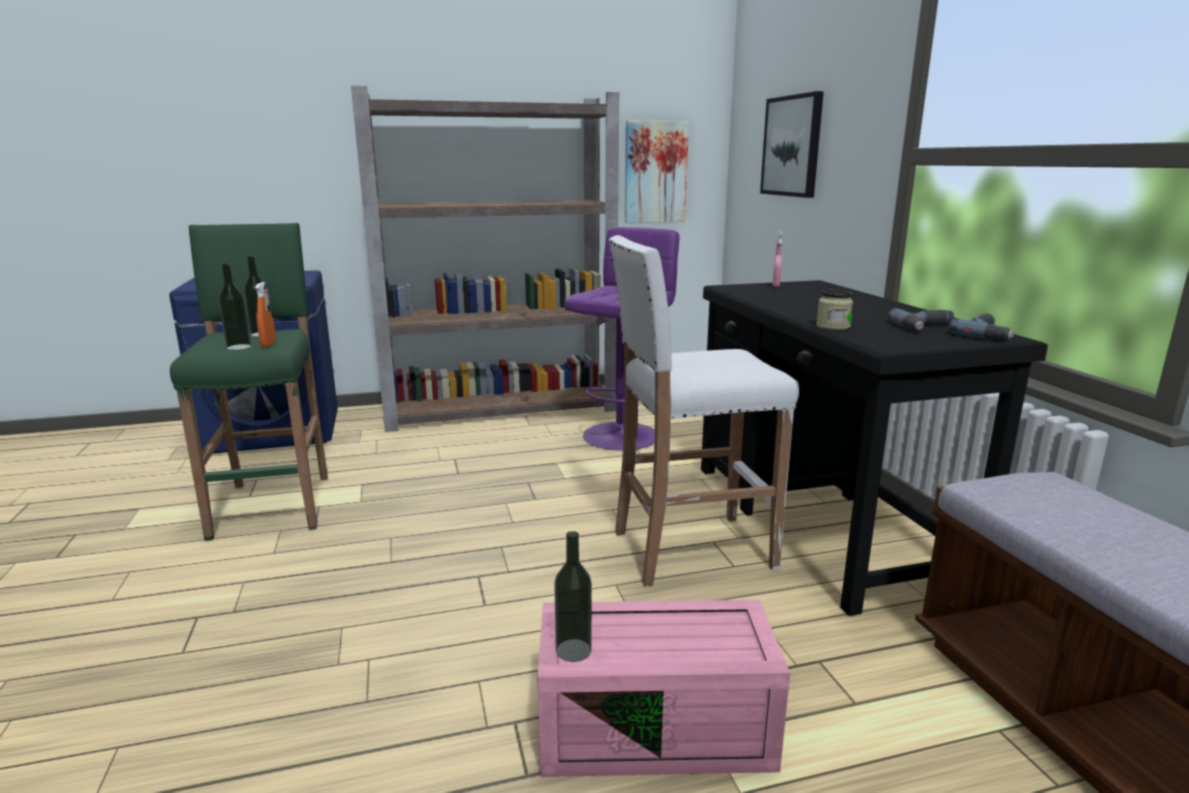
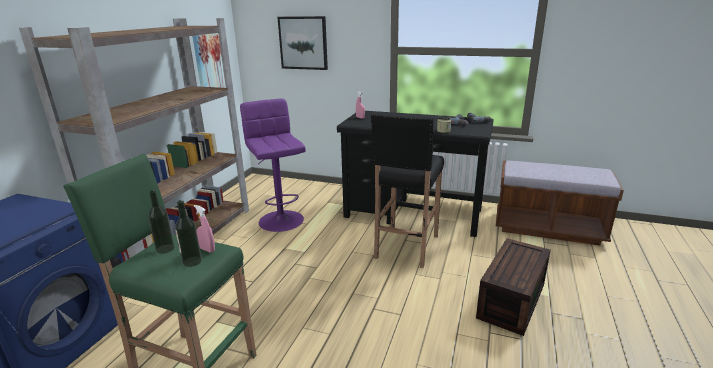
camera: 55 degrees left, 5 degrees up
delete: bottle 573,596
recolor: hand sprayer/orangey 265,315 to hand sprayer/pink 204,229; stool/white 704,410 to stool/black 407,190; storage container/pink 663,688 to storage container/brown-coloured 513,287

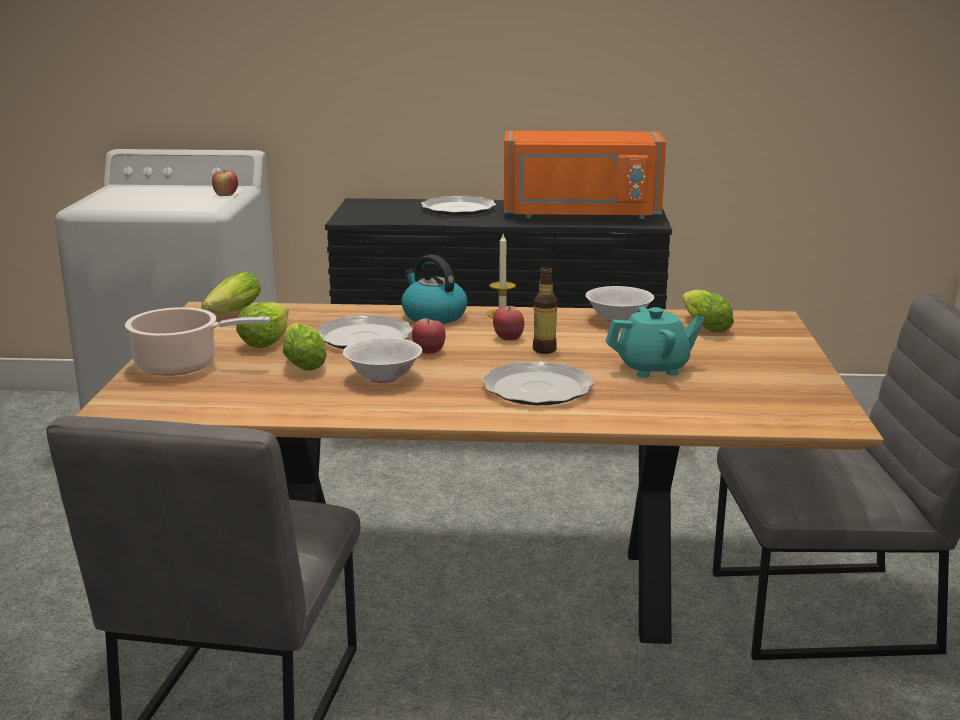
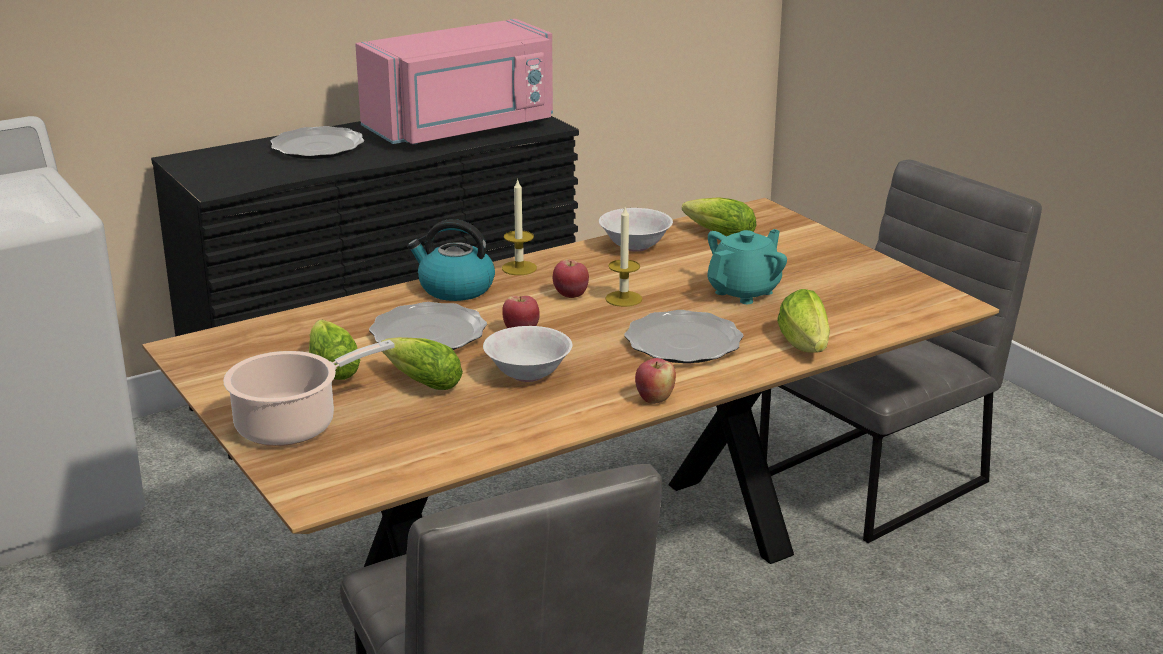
camera: 35 degrees left, 5 degrees up
move: whole apple 225,183 to 655,381; lettuce head 231,292 to 803,321
replace: bottle 545,310 to wax light 623,257
recolor: kitchen microwave/orangey 585,175 to kitchen microwave/pink 454,82

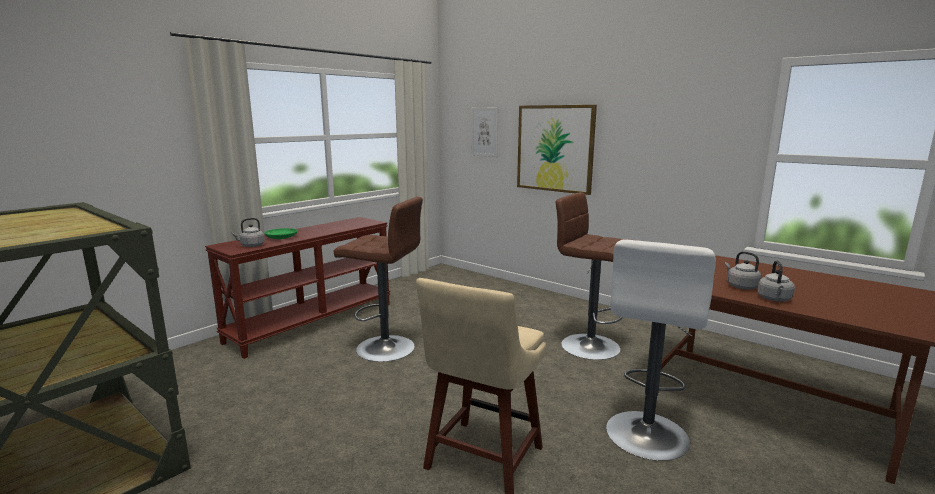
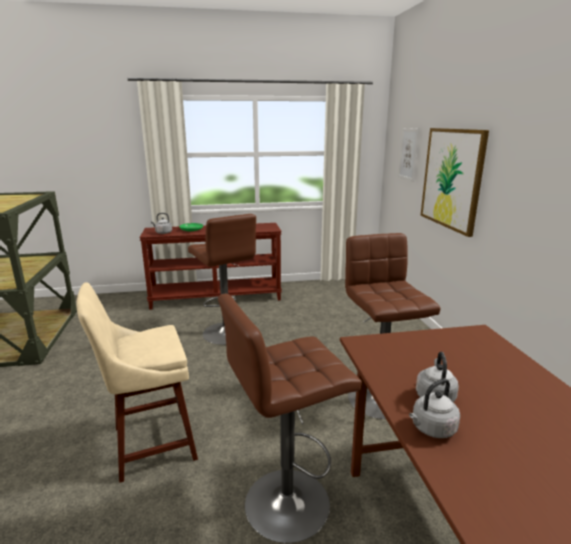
camera: 40 degrees right, 5 degrees up
recolor: stool/white 661,350 to stool/brown-coloured 290,418

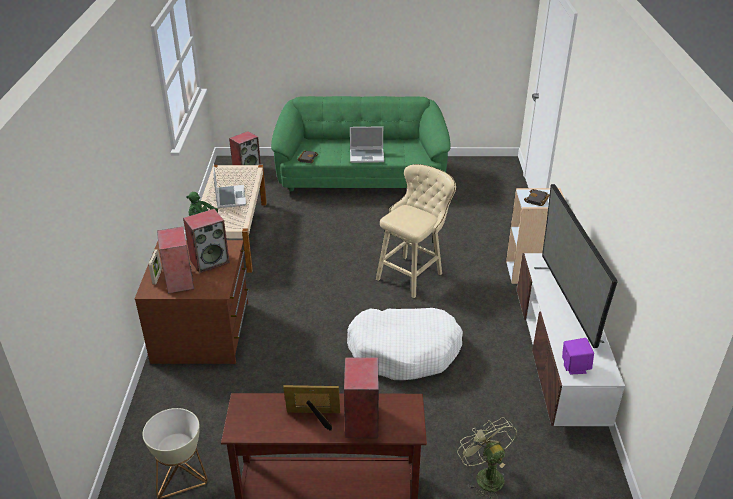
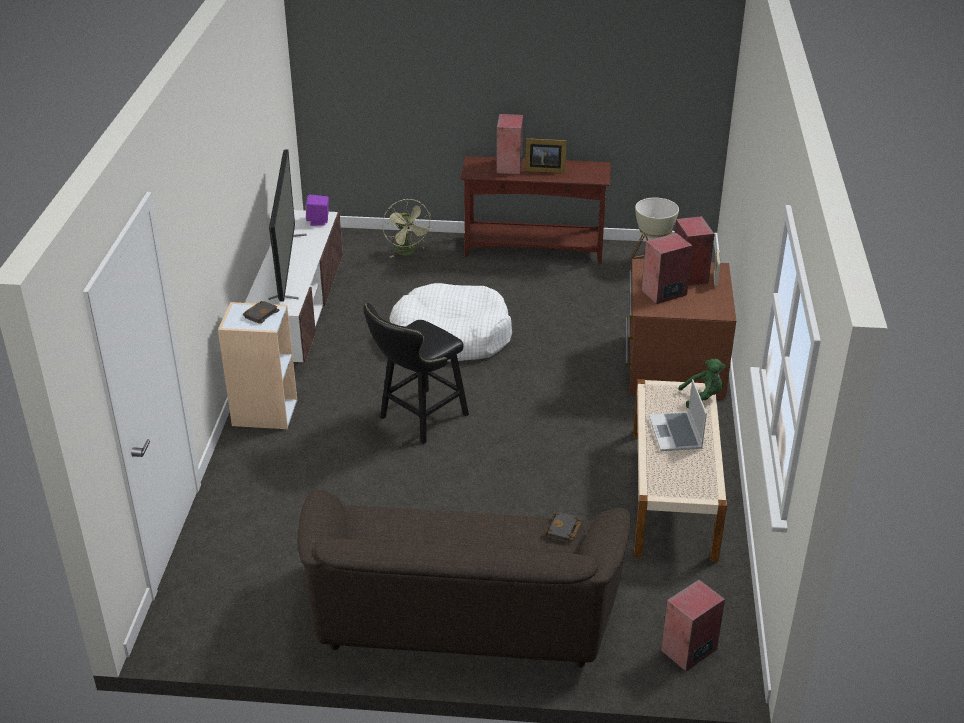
camera: 175 degrees left, 0 degrees up
delete: laptop 367,144
recolor: couch/green 361,143 to couch/brown-coloured 463,578; stool/beige-coloured 416,231 to stool/black 416,373

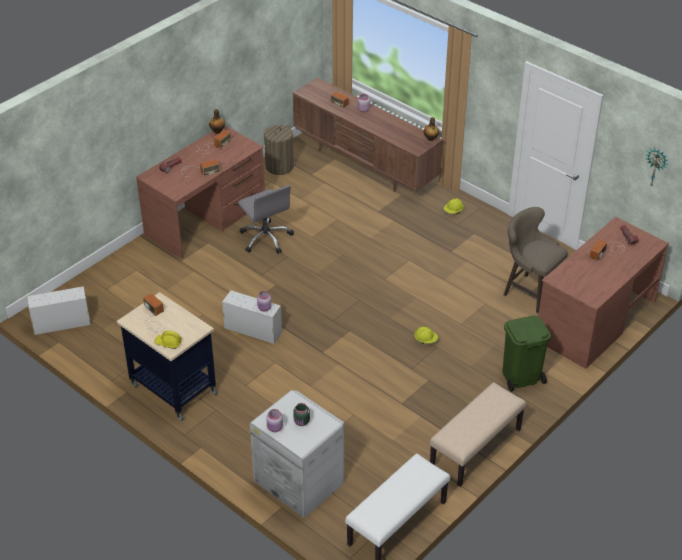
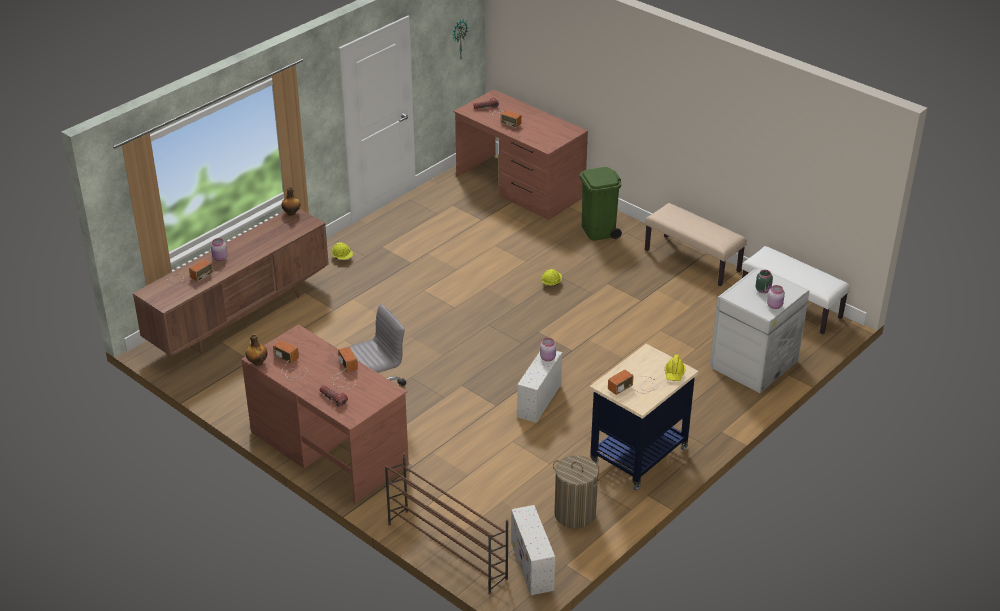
camera: 90 degrees left, 5 degrees down
delete: stool/beige-coloured 536,260
insert: shoe shelf/brown-coloured 446,523
move: hamper 279,150 to 576,491

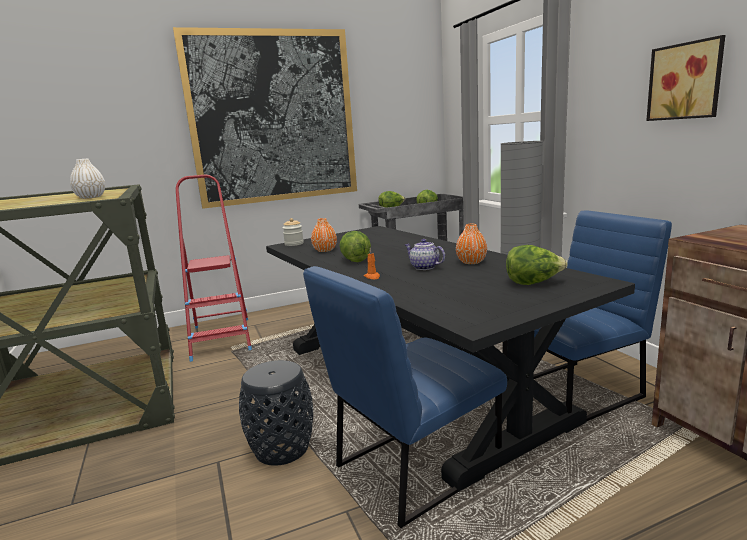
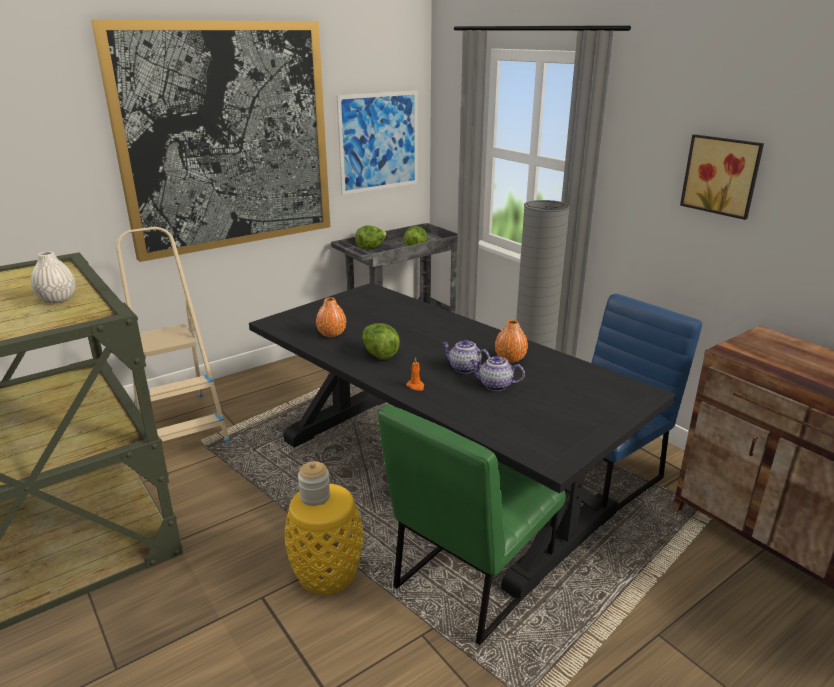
camera: 15 degrees left, 10 degrees up
delete: lettuce head 536,265
insert: wall picture 377,143; tea pot 497,373
move: preserve jar 293,232 to 314,483
recolor: stepladder/reddish 214,268 to stepladder/beige-coloured 173,335; stool/black 276,413 to stool/yellowish 324,539; chair/blue-coloured 405,397 to chair/green 472,525

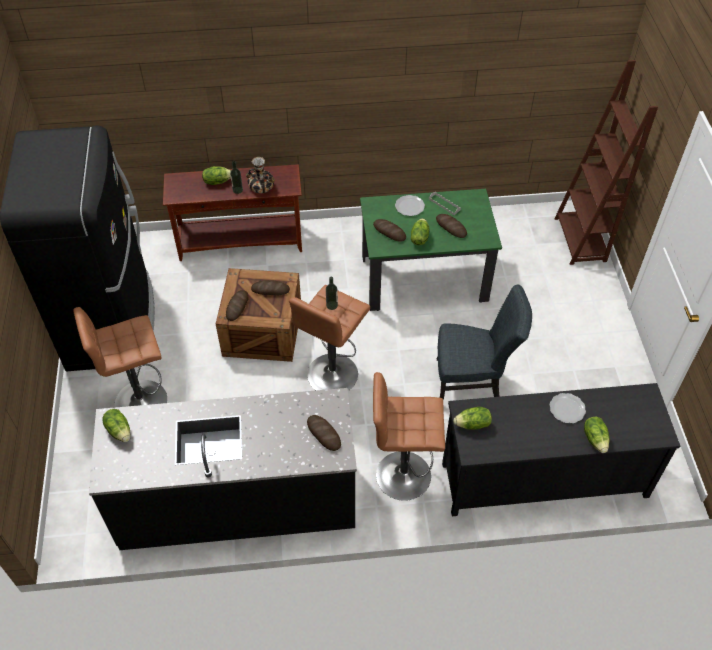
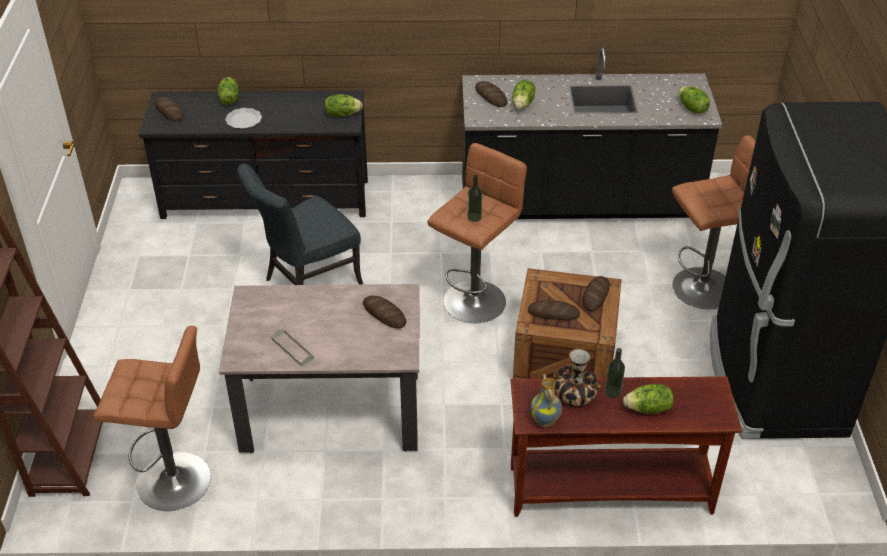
camera: 175 degrees left, 10 degrees down
delete: flat dish 410,205
insert: flower vase 546,400
move: stool/brown-coloured 409,436 to 152,418; bread 451,226 to 169,109; lettuce head 420,231 to 524,94
recolor: dining table/green 431,250 to dining table/beige-coloured 319,368
rotate: chair/grey 484,342 = 300,224 45 degrees counterclockwise

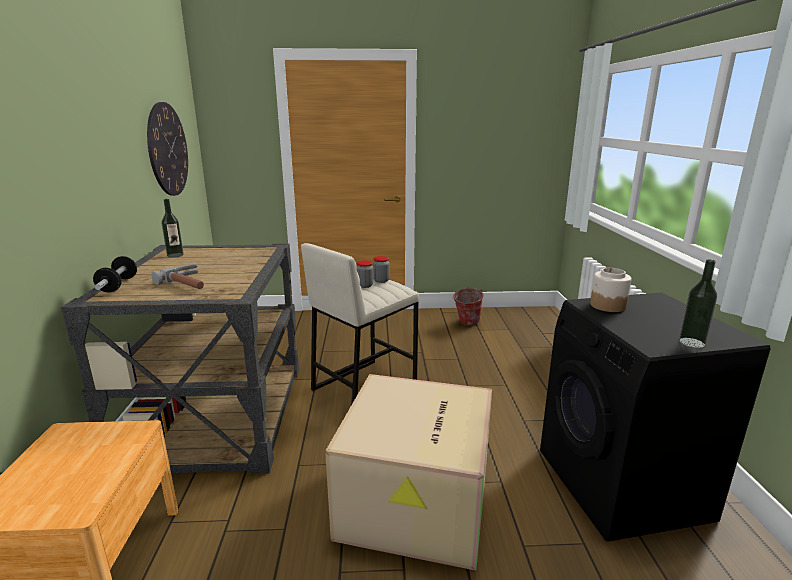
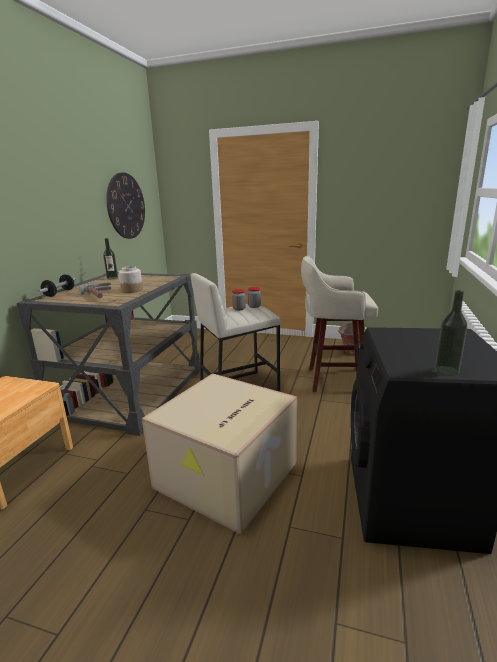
camera: 20 degrees right, 0 degrees up
insert: stool/beige-coloured 339,324
move: preserve jar 611,290 to 130,279

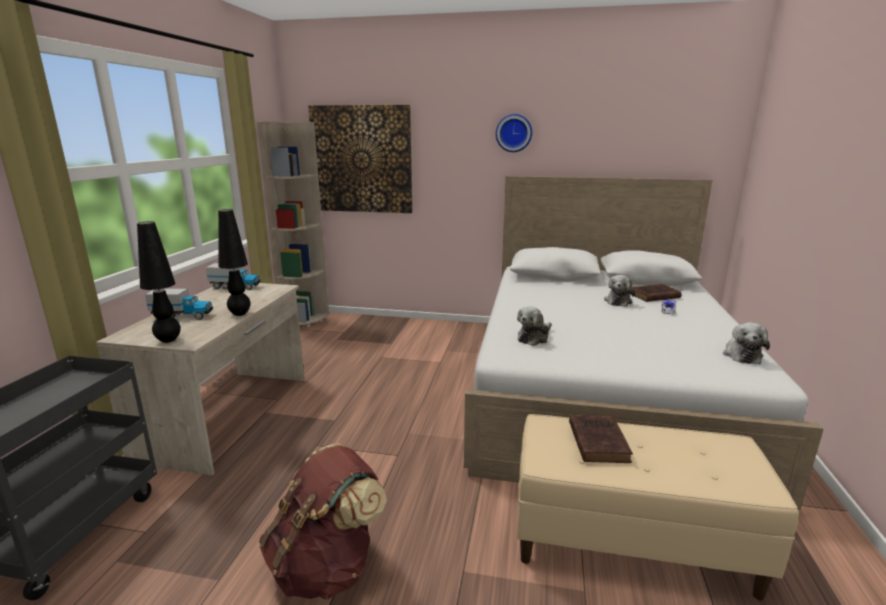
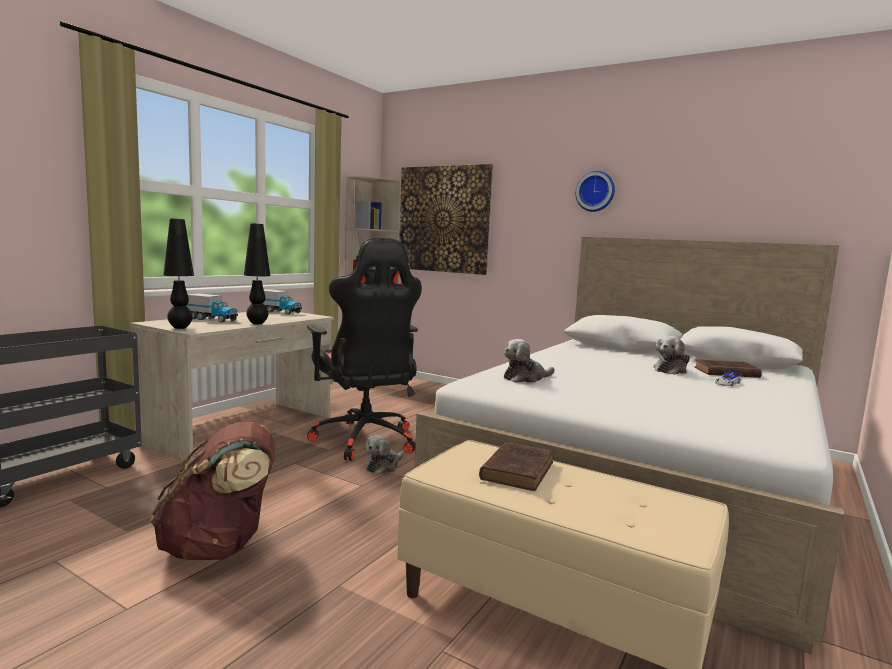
camera: 20 degrees right, 10 degrees down
insert: office chair/black 364,349
move: plush toy 746,343 to 384,455

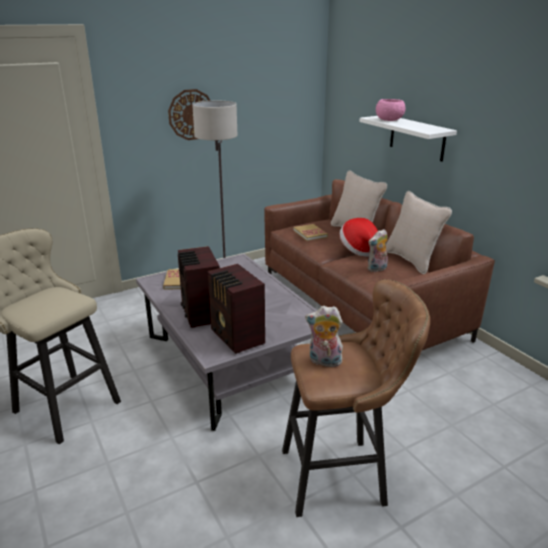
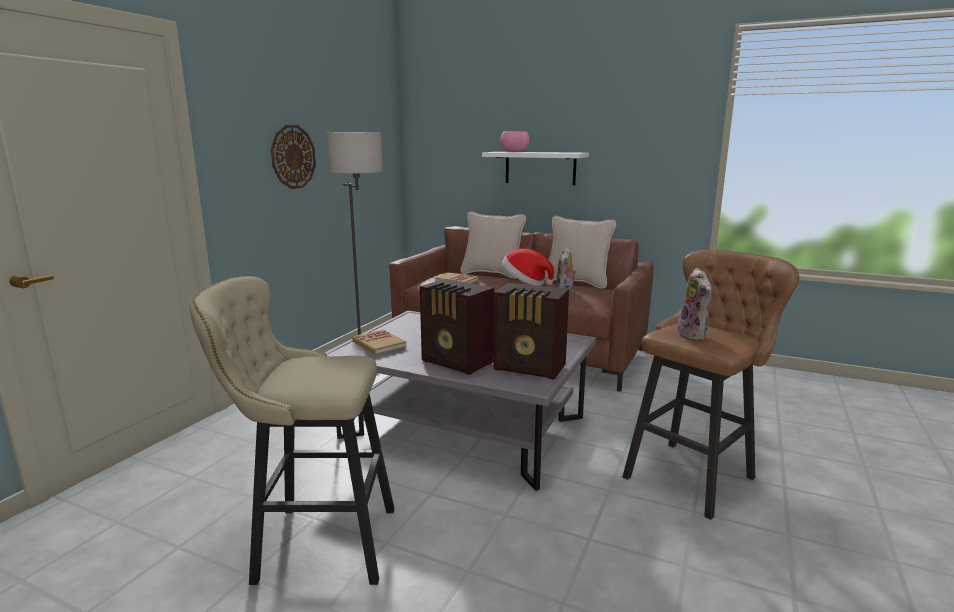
camera: 35 degrees left, 10 degrees down
rotate: plush toy 324,336 = 695,304 75 degrees counterclockwise

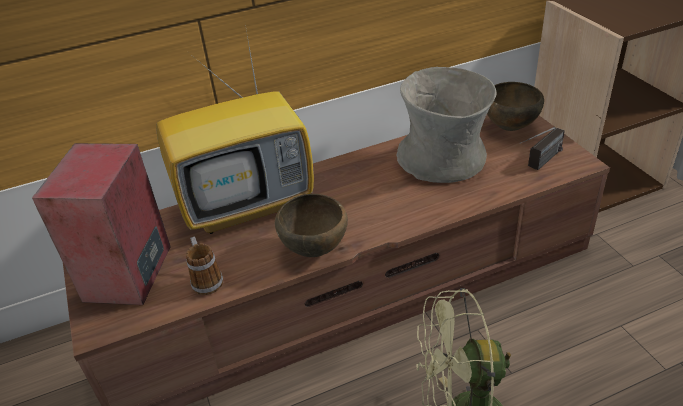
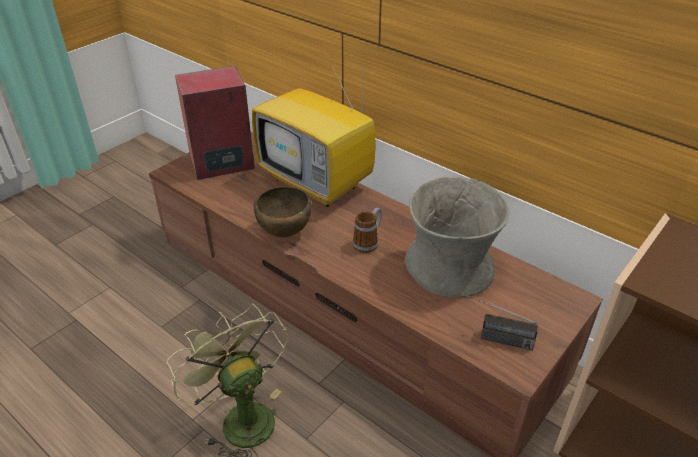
camera: 60 degrees right, 0 degrees up
delete: serving bowl/brown-coloured 515,106
move: coffee mug 204,265 to 367,230

